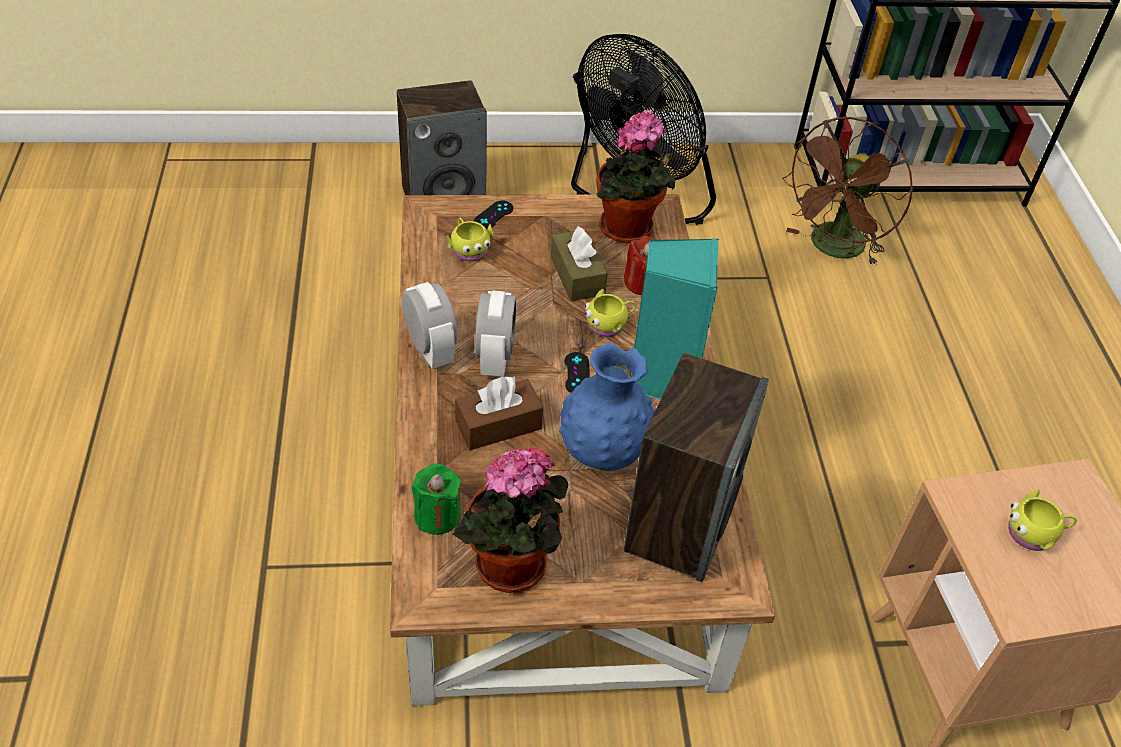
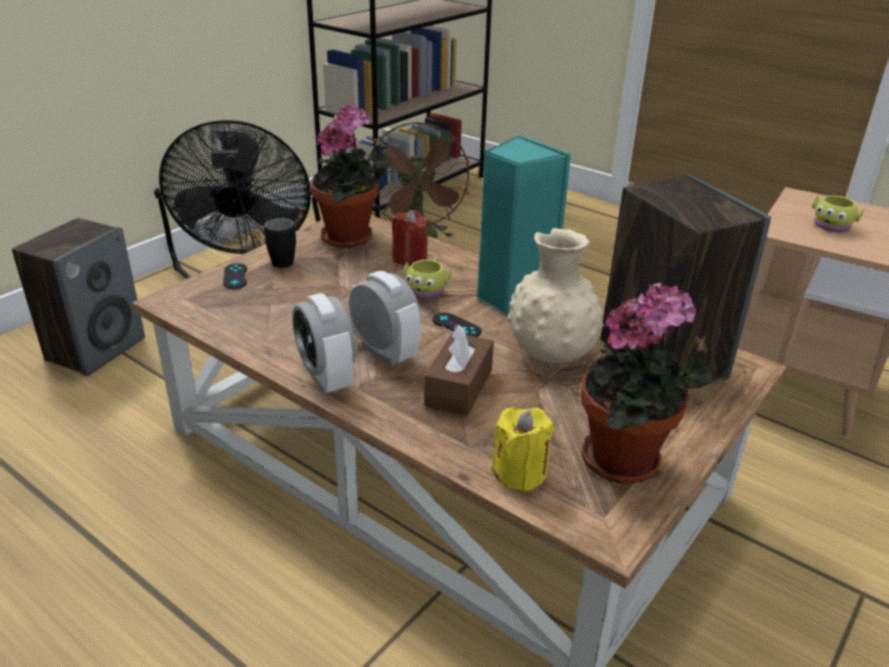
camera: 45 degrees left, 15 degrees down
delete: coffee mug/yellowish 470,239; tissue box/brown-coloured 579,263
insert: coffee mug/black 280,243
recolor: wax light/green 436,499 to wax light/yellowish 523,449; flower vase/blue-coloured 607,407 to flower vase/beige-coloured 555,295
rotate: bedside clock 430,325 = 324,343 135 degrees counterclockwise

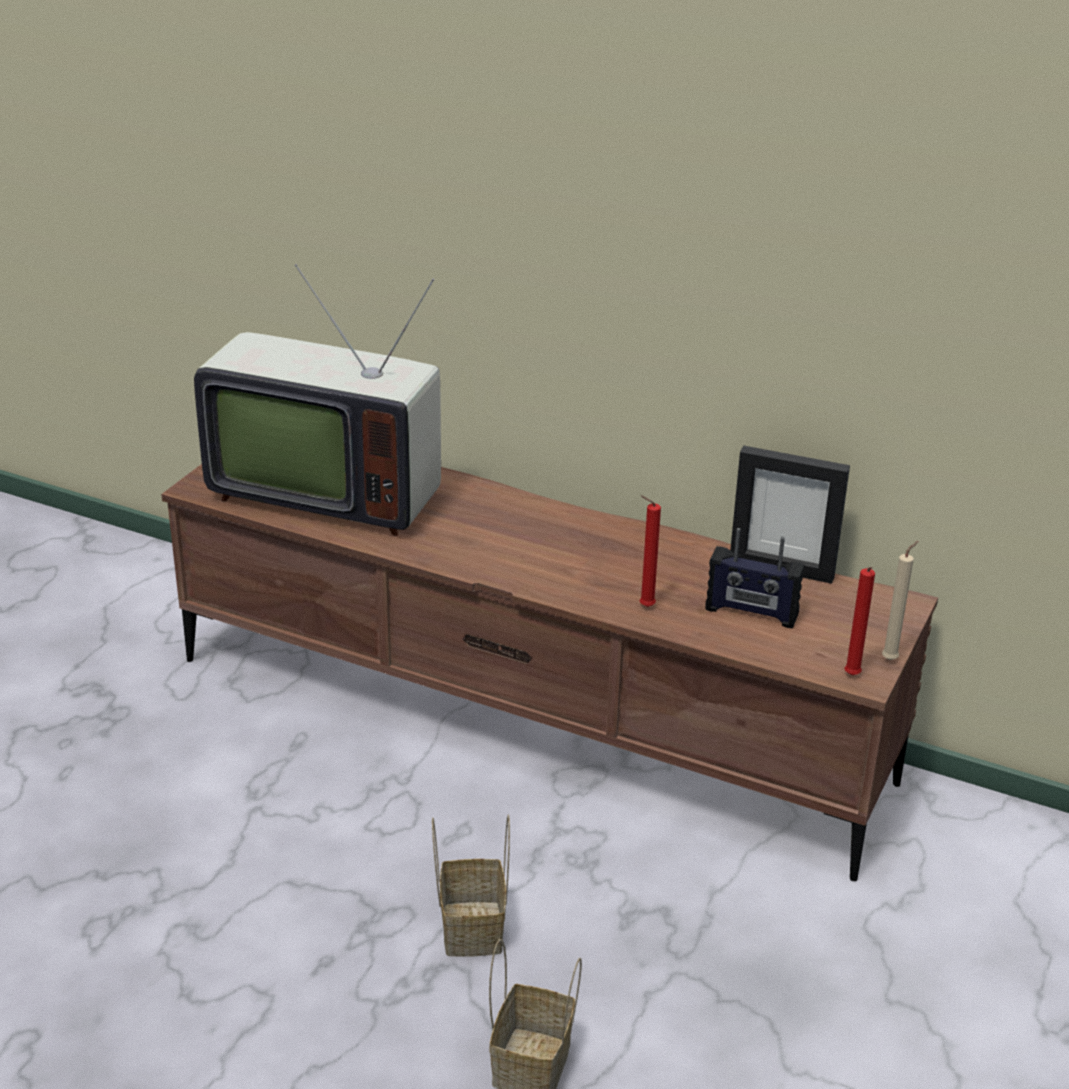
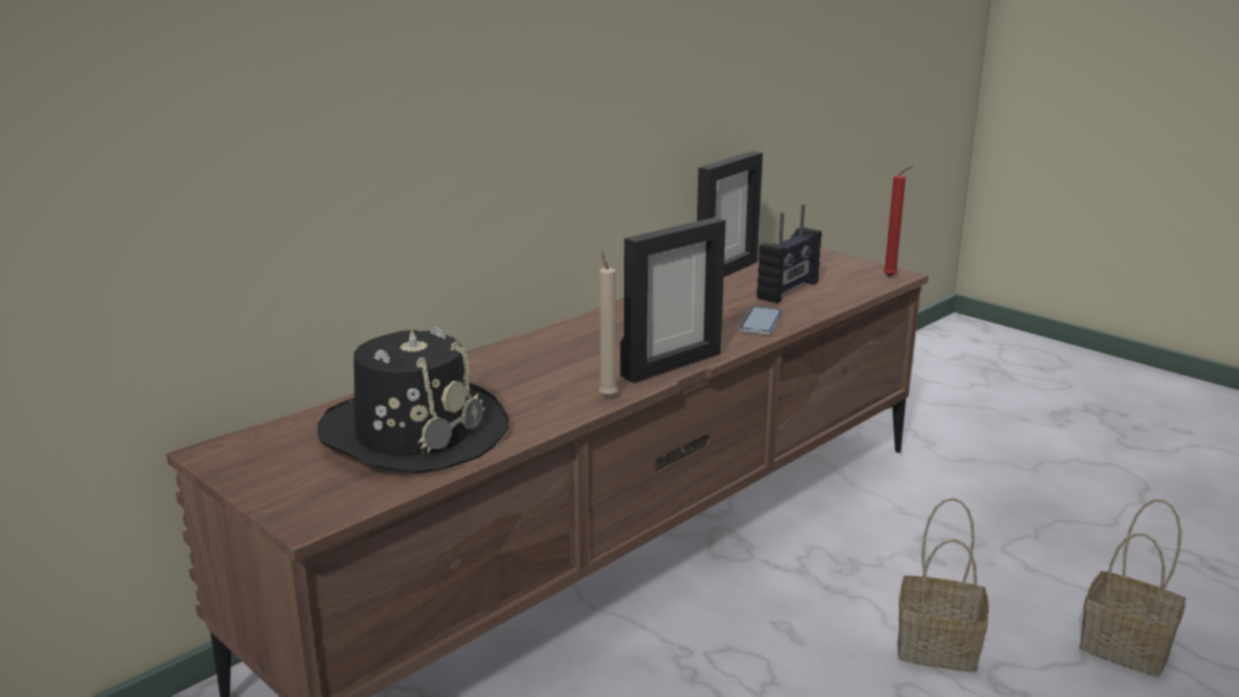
camera: 70 degrees left, 10 degrees down
insert: picture frame 673,300
move: wax light/beige-coloured 900,600 to 608,323
replace: television 317,400 to hat/black 413,400; wax light/reddish 650,551 to telephone 761,320

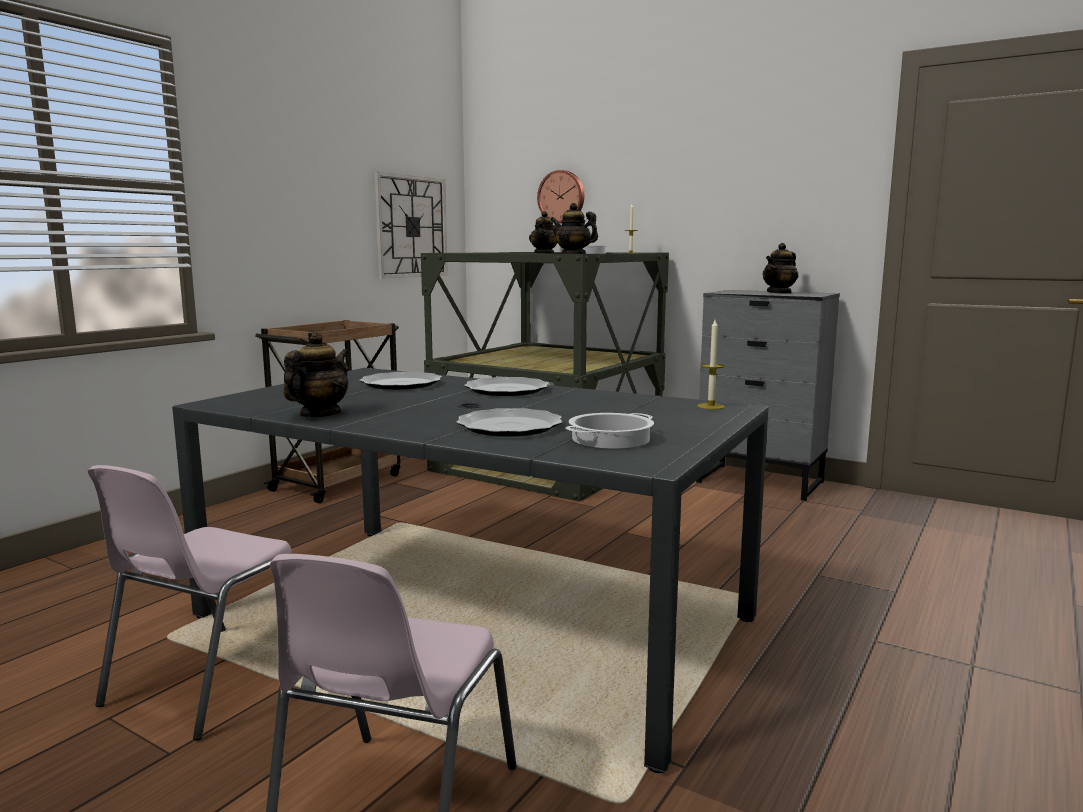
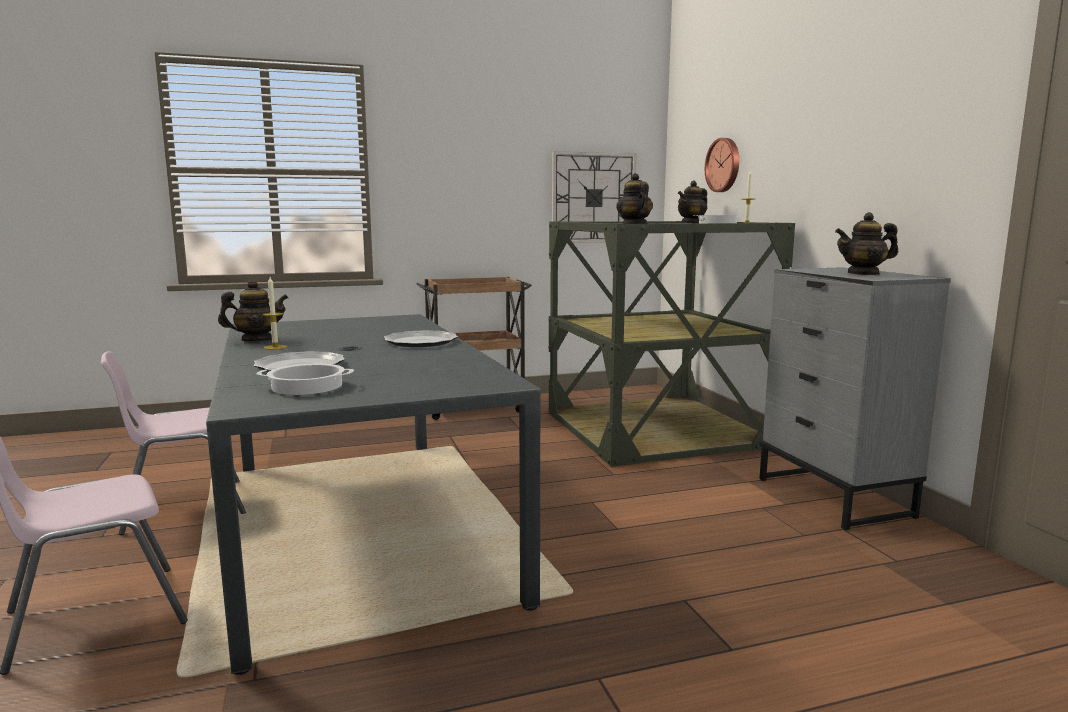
camera: 40 degrees right, 0 degrees up
delete: flat dish 400,381
move: wax light 711,365 to 275,313

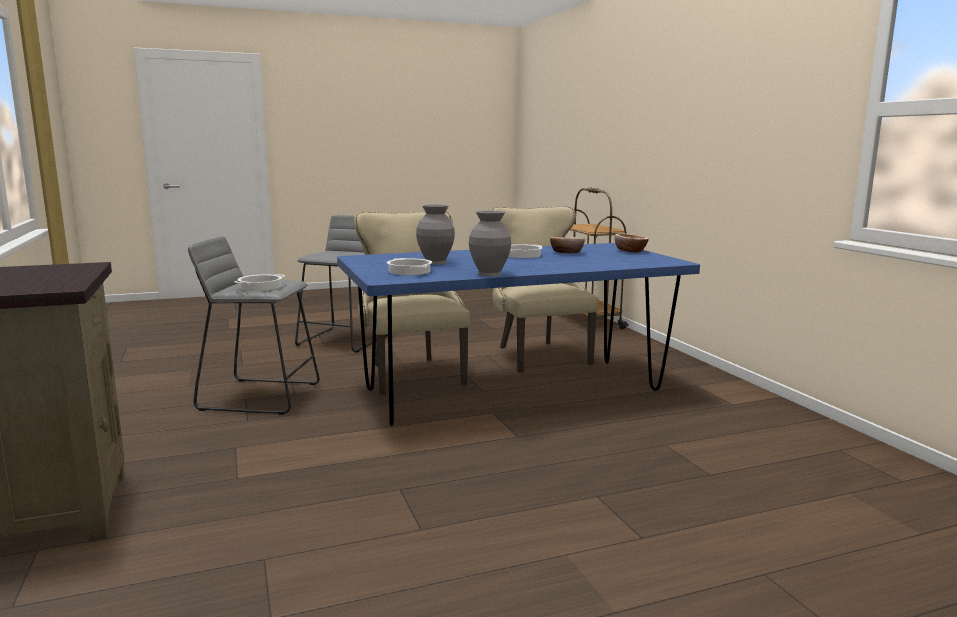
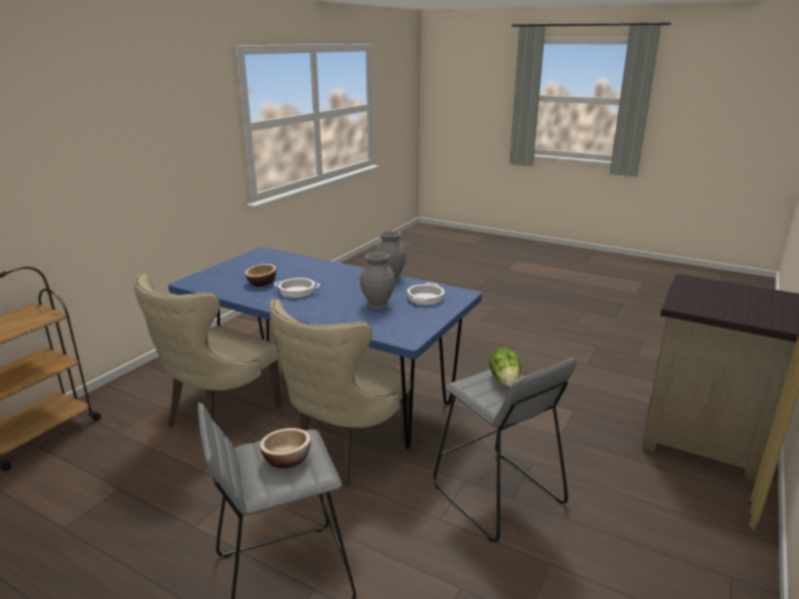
camera: 130 degrees left, 10 degrees up
move: serving bowl 631,242 to 285,448
replace: stockpot 259,282 to lettuce head 505,367

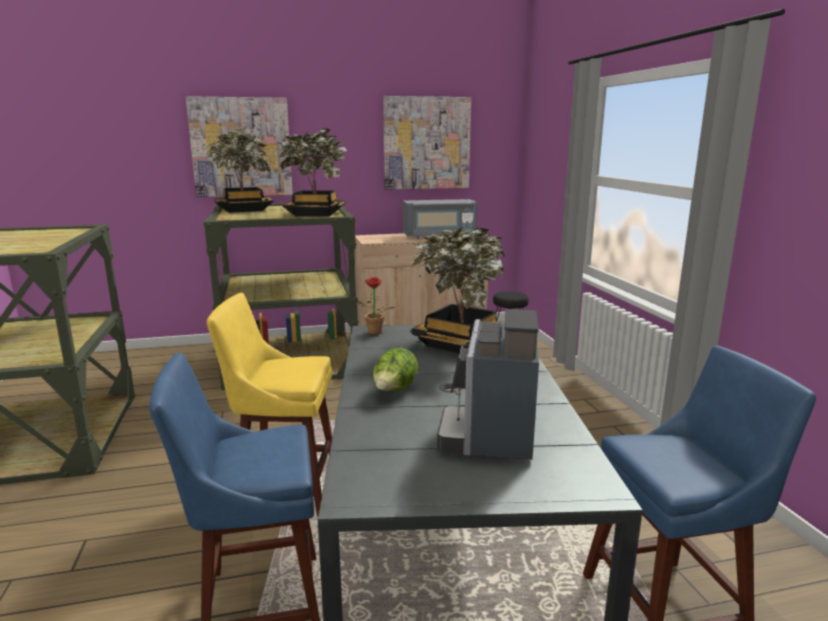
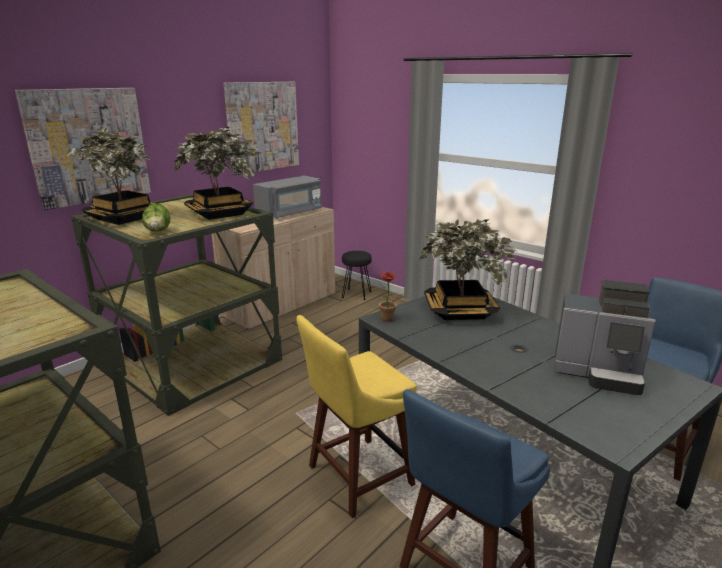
camera: 35 degrees left, 5 degrees up
move: lettuce head 395,369 to 156,218
rotate: coffee machine 488,384 = 605,337 45 degrees counterclockwise

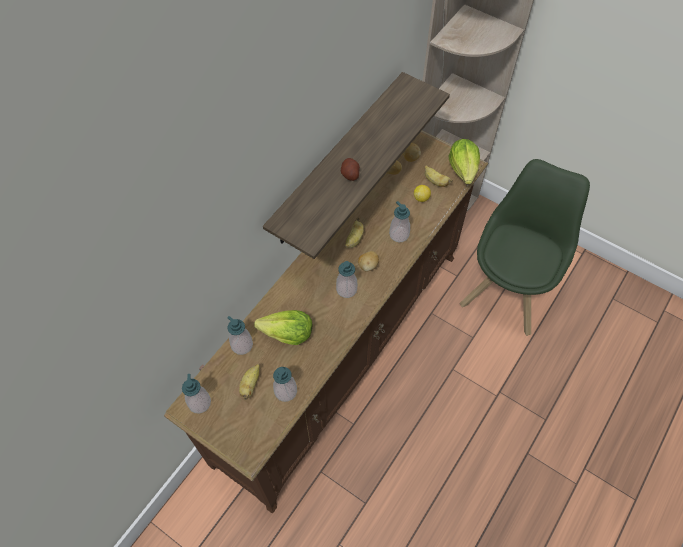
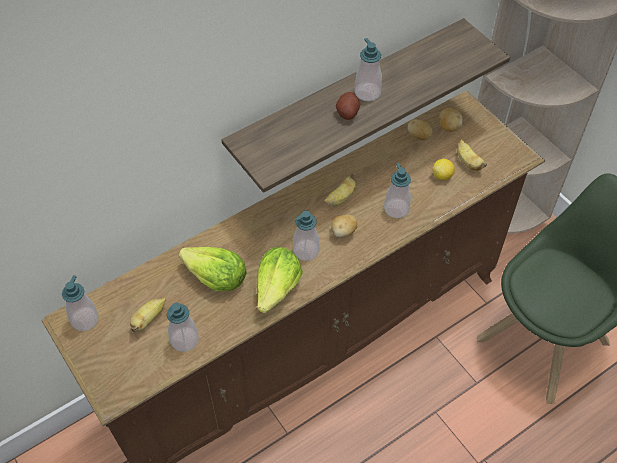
camera: 20 degrees right, 5 degrees down
move: lettuce head 464,161 to 280,280; soap bottle 240,335 to 368,69

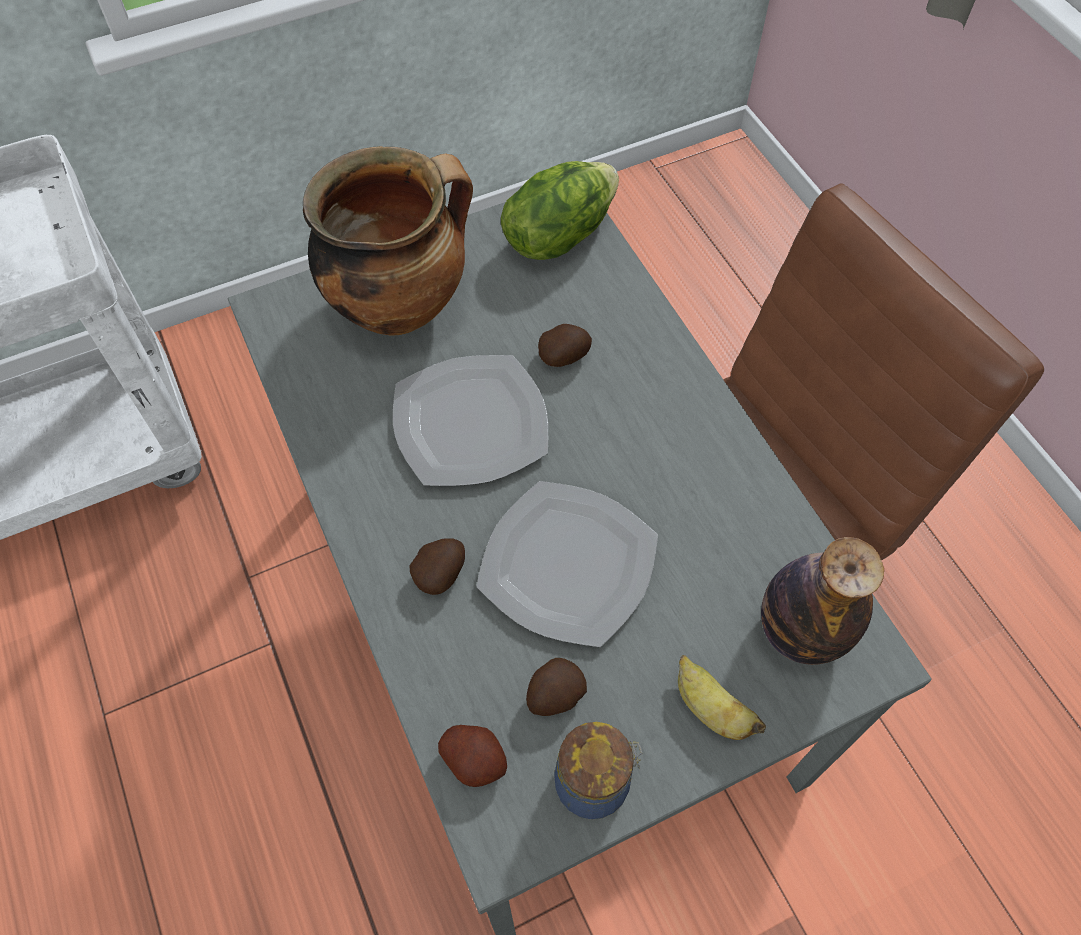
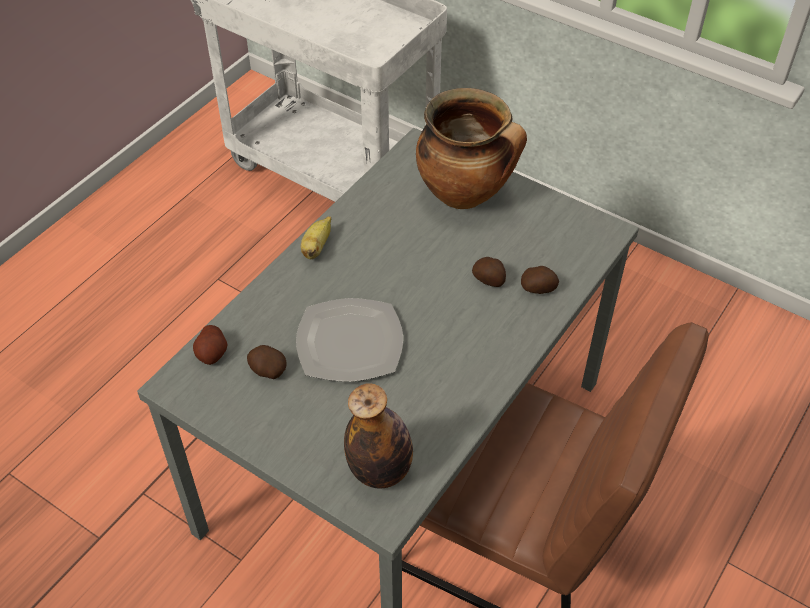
camera: 60 degrees right, 10 degrees down
delete: flat dish 470,420; lettuce head 560,210; preserve jar 598,770
move: banana 722,697 to 316,237; spud 437,566 to 540,280

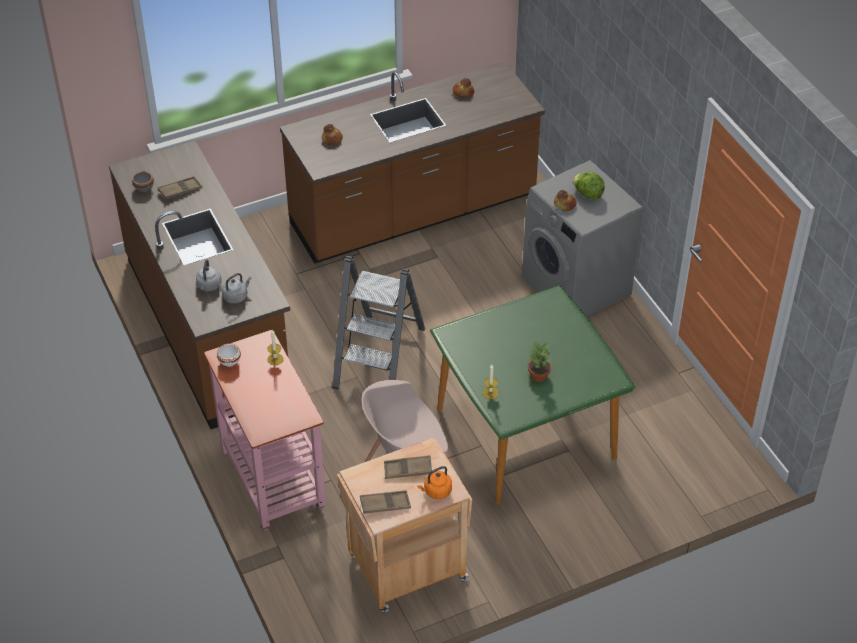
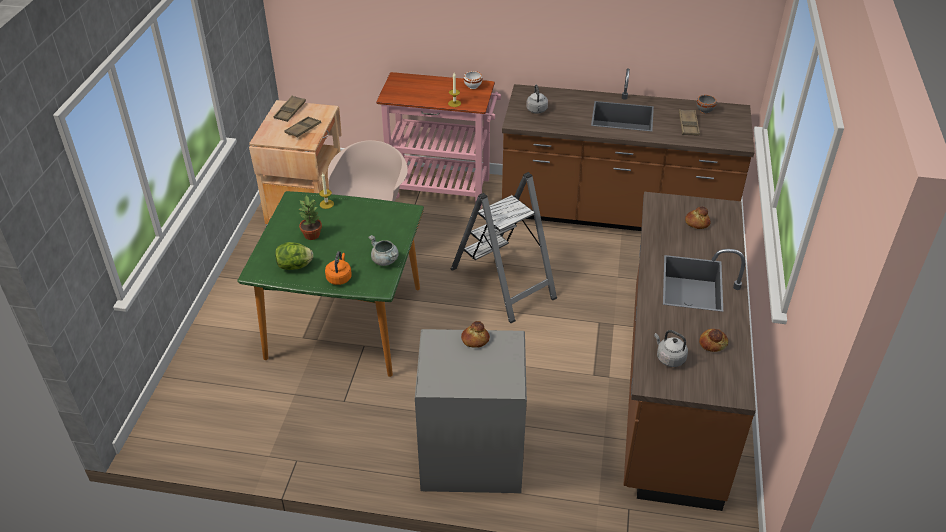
camera: 125 degrees right, 5 degrees down
insert: stockpot/grey 383,250
move: lettuce head 588,185 to 294,256; kettle/orangey 434,482 to 338,268; kettle/grey 209,275 to 671,348

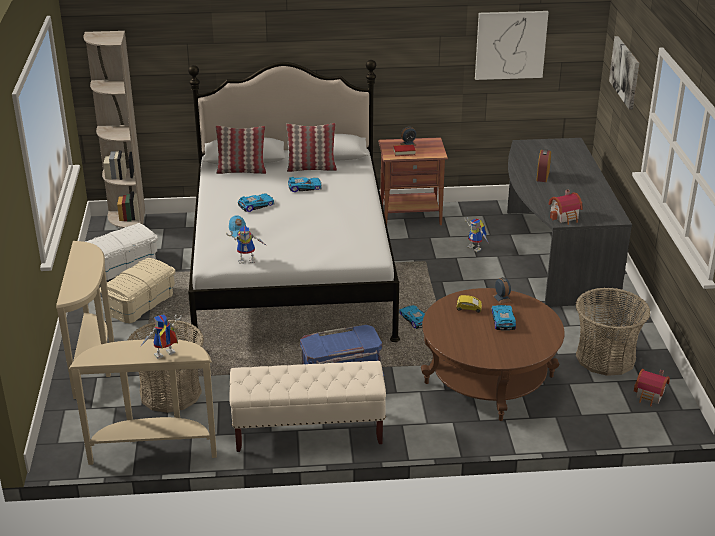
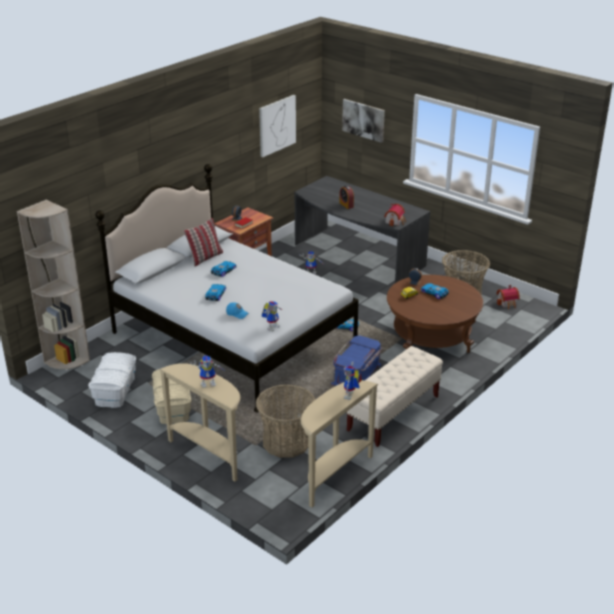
camera: 45 degrees left, 0 degrees up
delete: throw pillow 241,149
insert: toy robot 208,371

